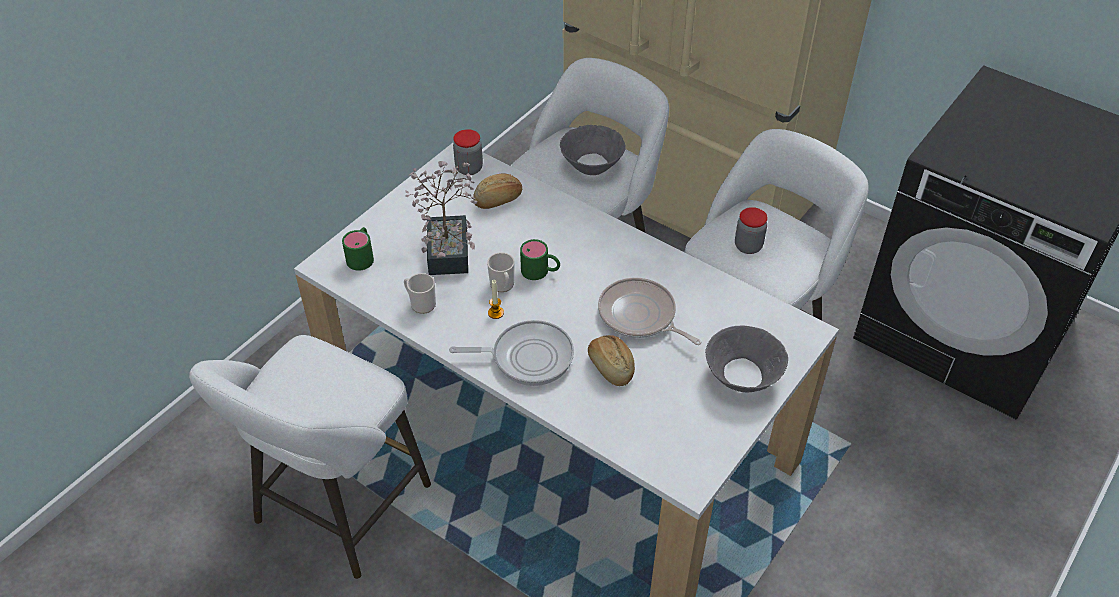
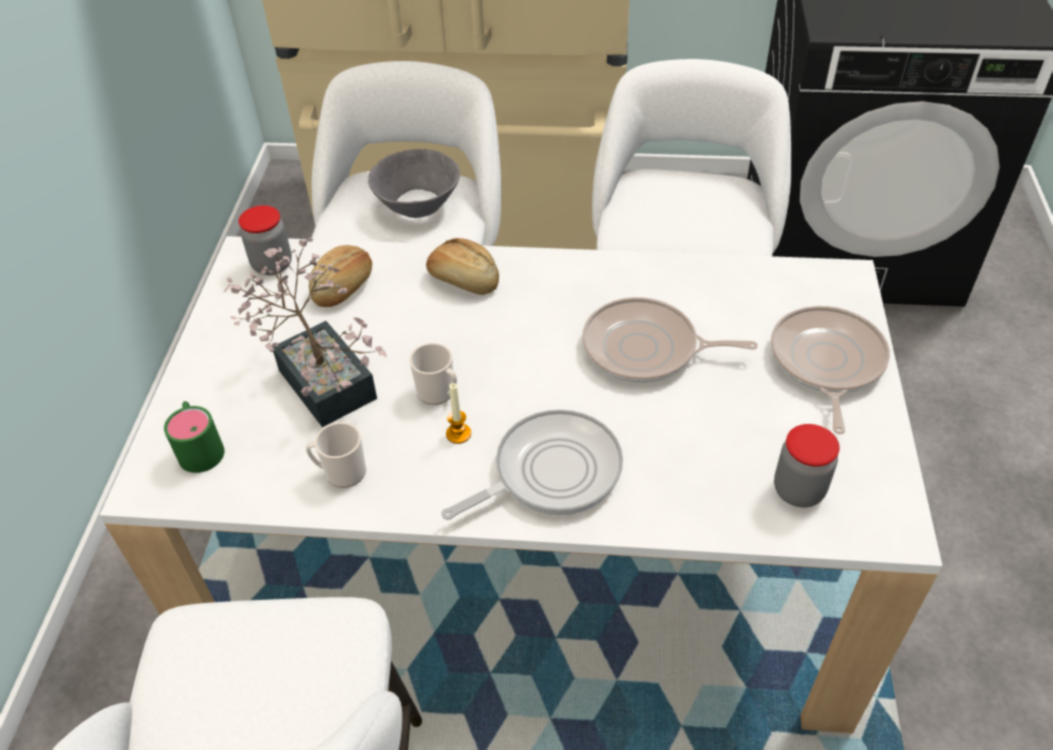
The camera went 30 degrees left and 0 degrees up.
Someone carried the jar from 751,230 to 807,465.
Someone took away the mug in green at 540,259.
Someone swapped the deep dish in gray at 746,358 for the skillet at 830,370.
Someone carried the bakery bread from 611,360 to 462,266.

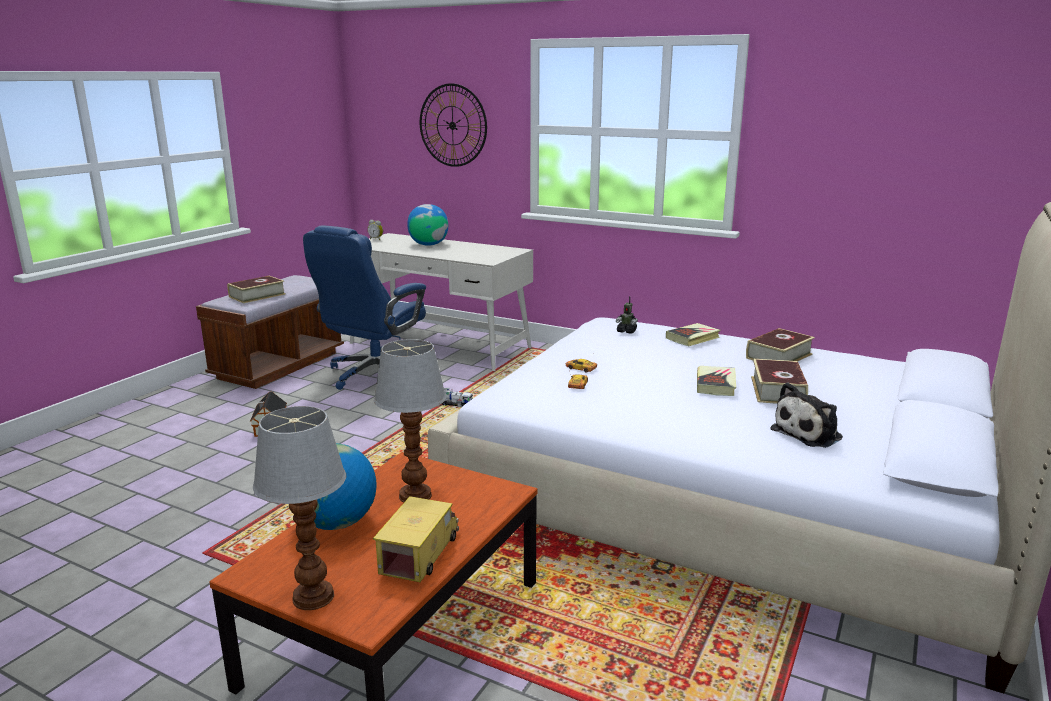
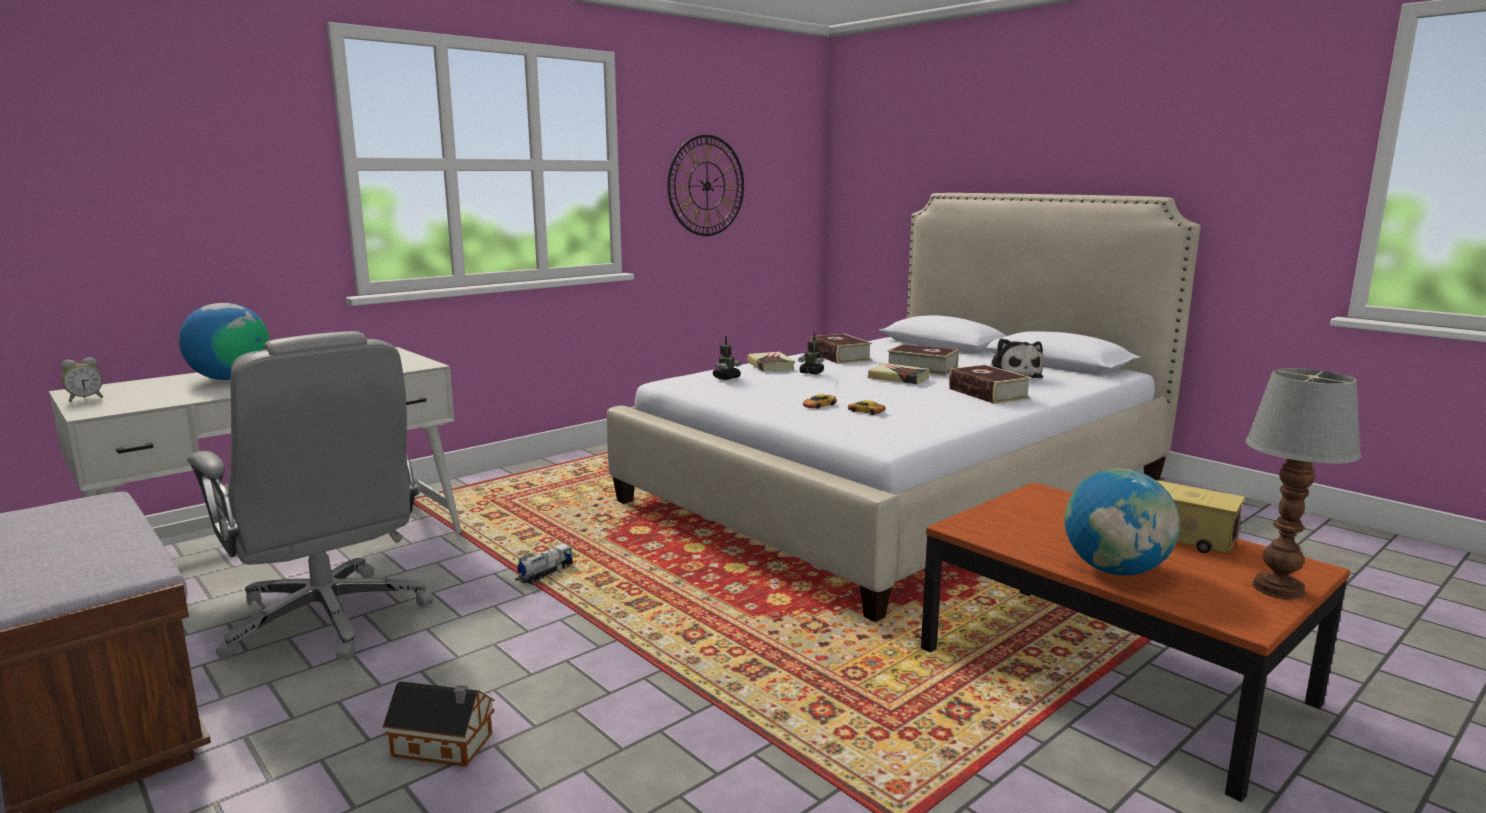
The camera went 70 degrees left and 5 degrees down.
Someone carried the wall clock from 453,125 to 705,185.
Someone repainted the computer chair in blue-coloured at 364,308, which became the computer chair in gray at 310,495.
Someone carried the bound book from 256,289 to 990,384.
Someone took away the tabletop lamp at 410,421.
Someone put down the robot figure at 811,353.

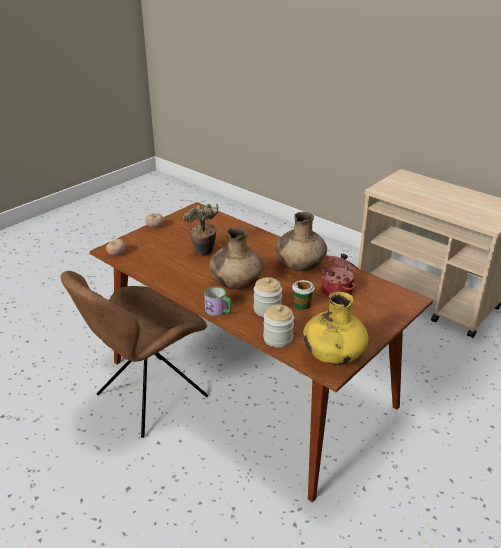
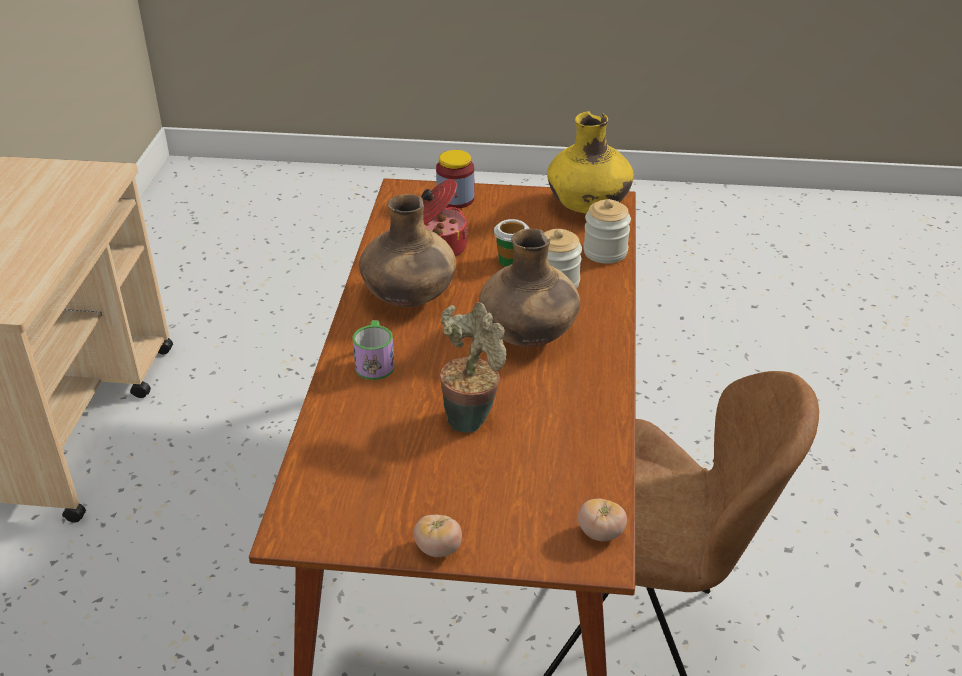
The camera went 125 degrees left and 5 degrees up.
Someone carried the mug from 218,301 to 374,350.
Someone put down the jar at 455,179.

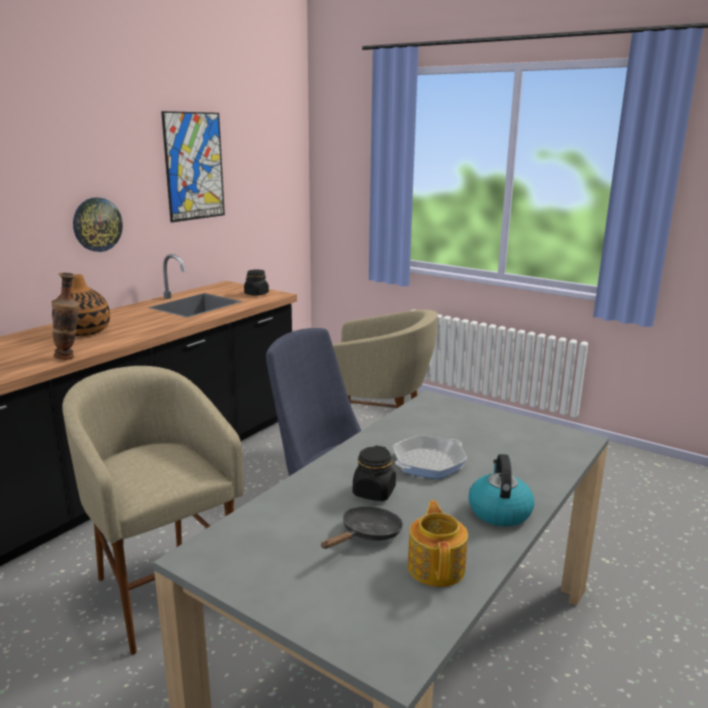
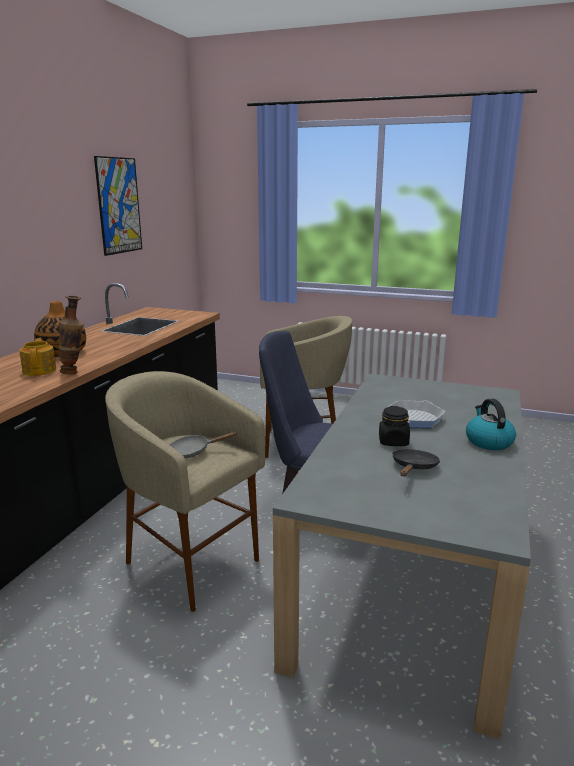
The camera went 15 degrees left and 0 degrees up.
Someone took away the wall clock at 98,224.
Someone took away the jar in black at 256,283.
Someone carried the pot for tea from 438,543 to 37,357.
Someone put down the skillet in gray at 204,445.

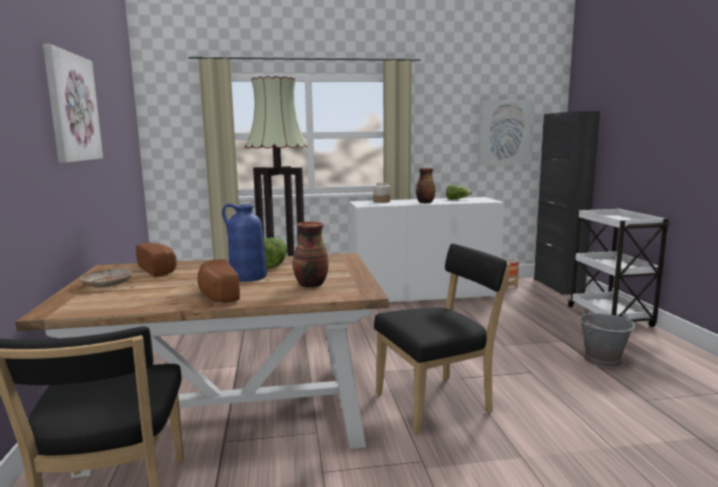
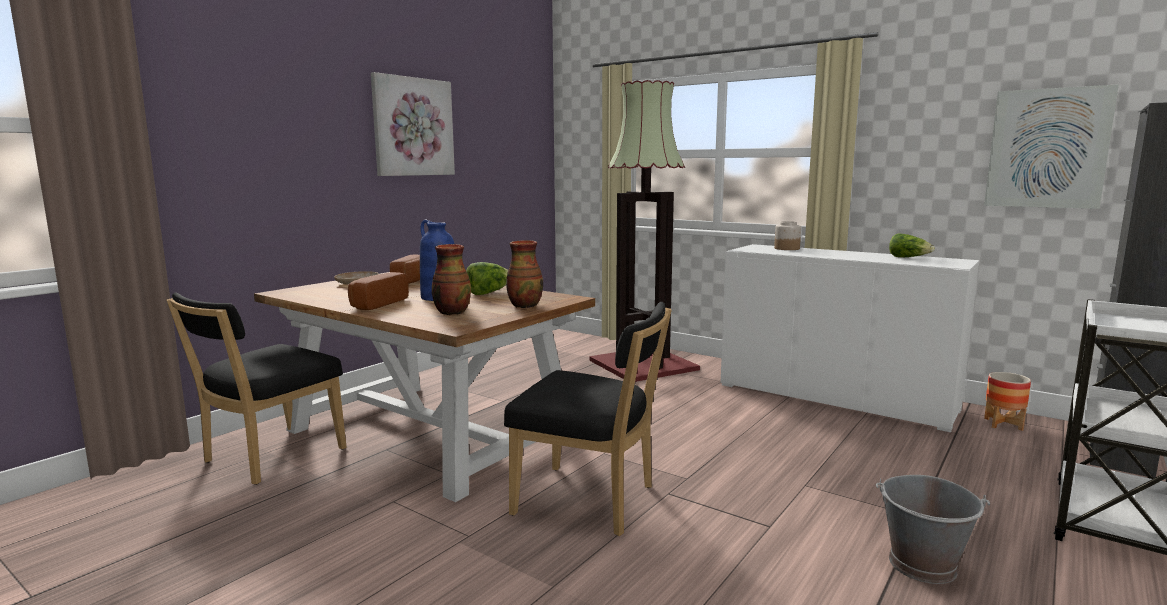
The camera went 45 degrees right and 0 degrees up.
Someone carried the vase from 426,186 to 524,274.

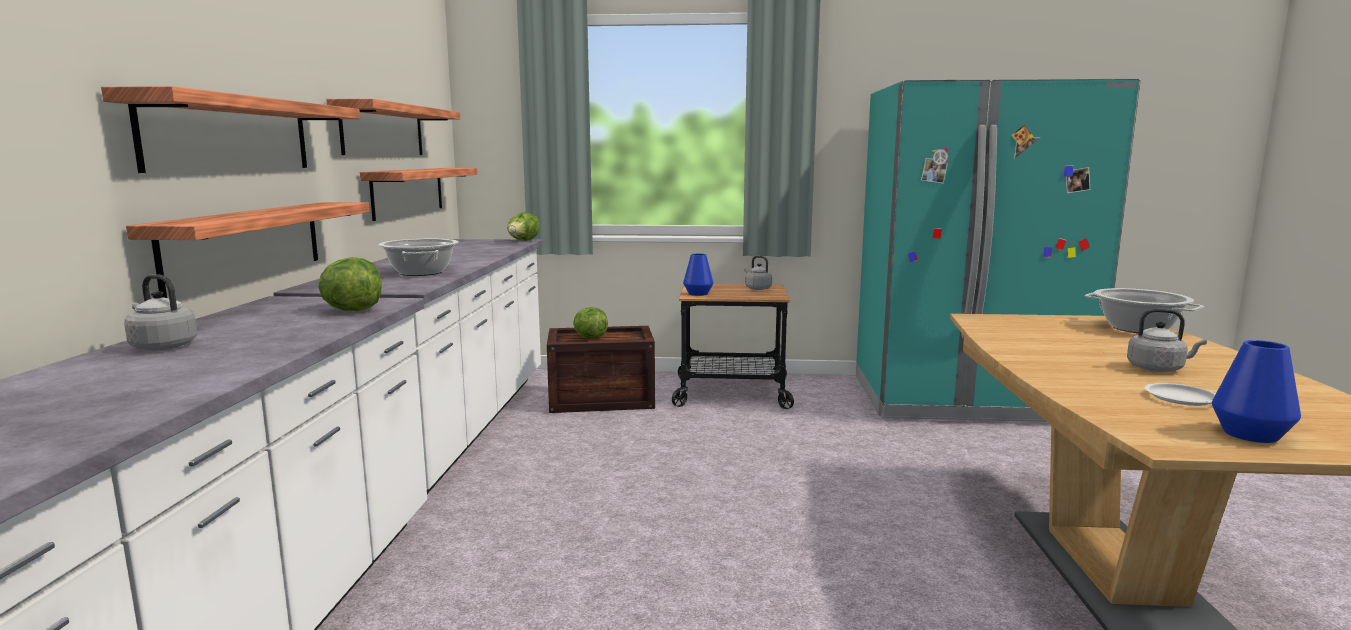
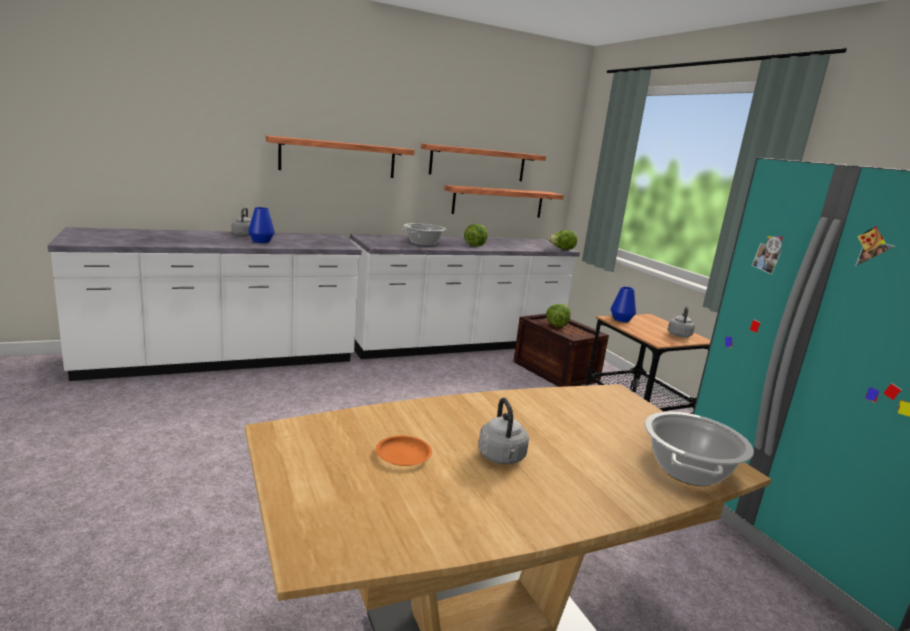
The camera went 60 degrees right and 5 degrees up.
Someone took away the bracket shelf at 248,250.
Someone carried the head of lettuce from 350,284 to 476,235.
Someone carried the vase in blue-coloured from 1256,391 to 261,225.
Someone repainted the flat dish in white-coloured at 1180,394, which became the flat dish in orange-coloured at 404,451.

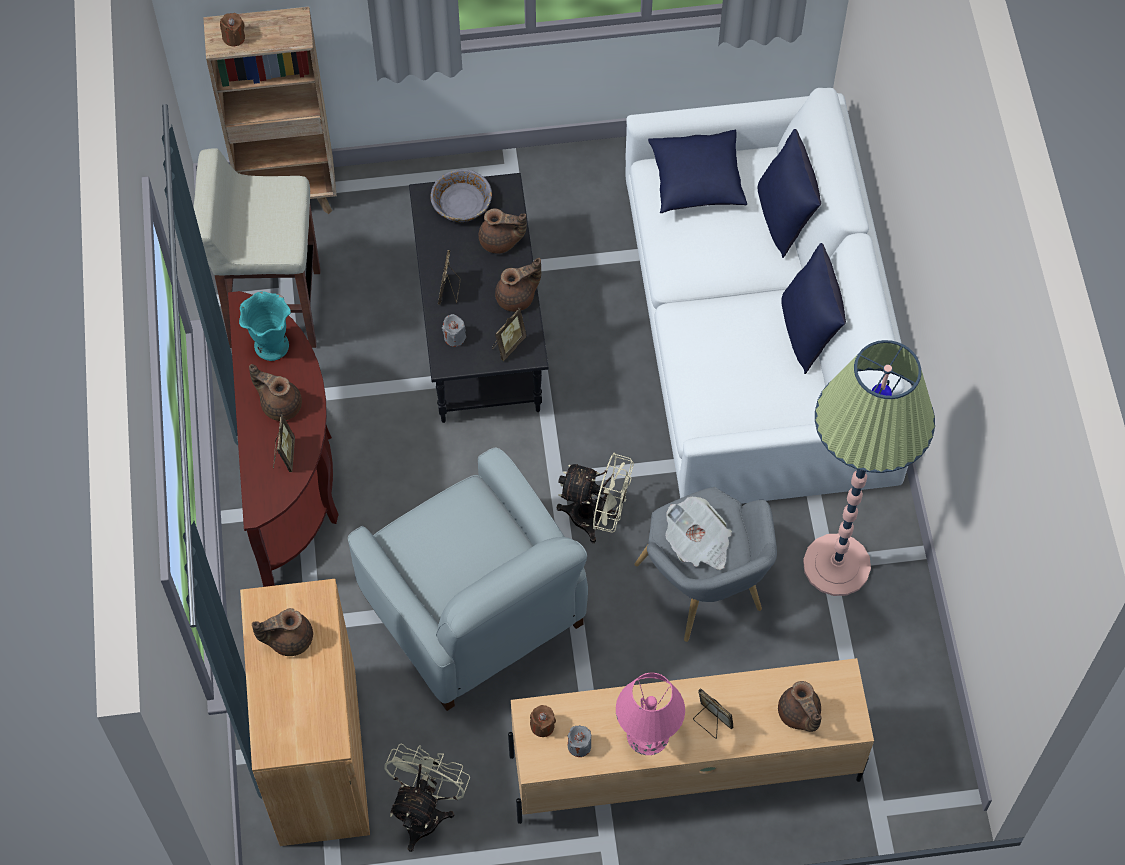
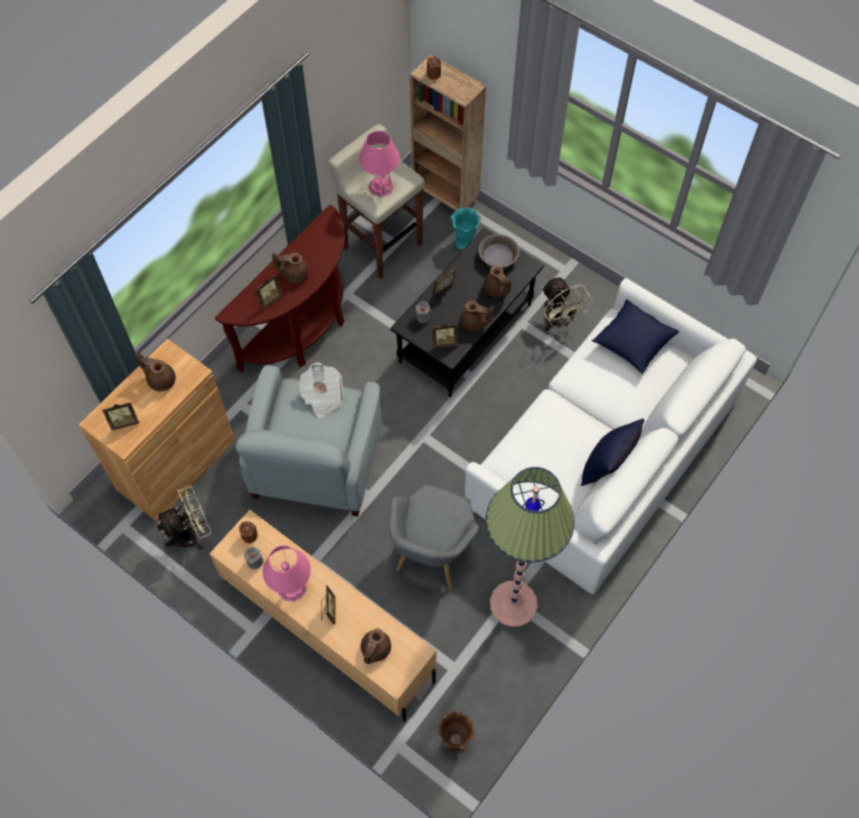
The camera went 45 degrees right and 0 degrees up.
Someone took away the pillow in blue-coloured at 789,193.
Someone carried the vase in turquoise-coloured from 265,326 to 466,229.
Someone rotated the pot for tea in brown-coloured at 275,392 by 75 degrees counterclockwise.
Someone carried the fan in beige-coloured from 595,498 to 567,304.
Someone carried the daily paper from 698,533 to 321,390.
Someone put down the tabletop lamp in pinkish at 379,164.
Someone put down the photo frame at 120,416.
Someone put down the vase in brown-coloured at 456,732.

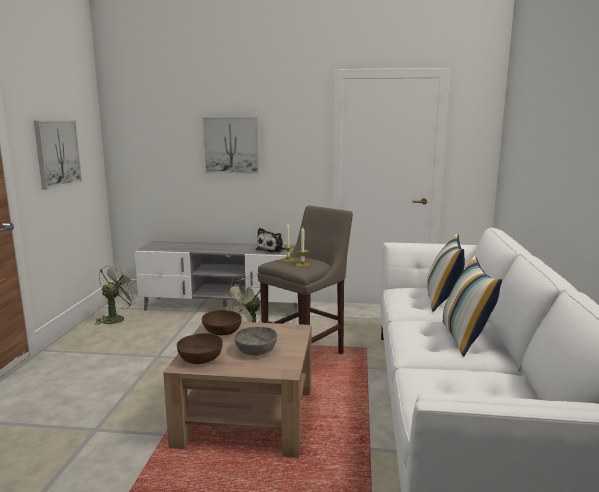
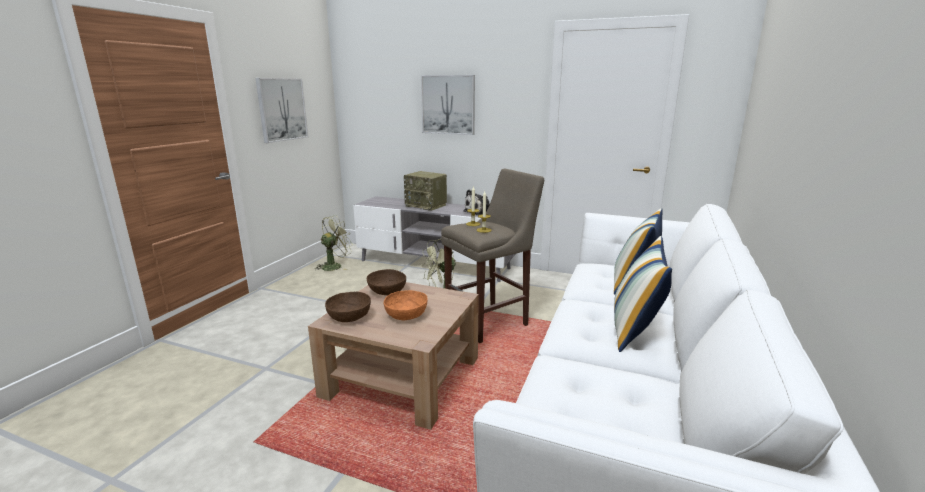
The camera went 15 degrees right and 5 degrees up.
Someone repainted the deep dish in gray at 255,341, which became the deep dish in orange-coloured at 406,305.
Someone put down the radio receiver at 425,191.

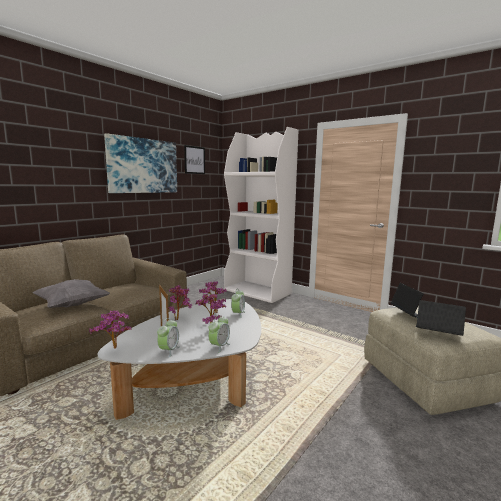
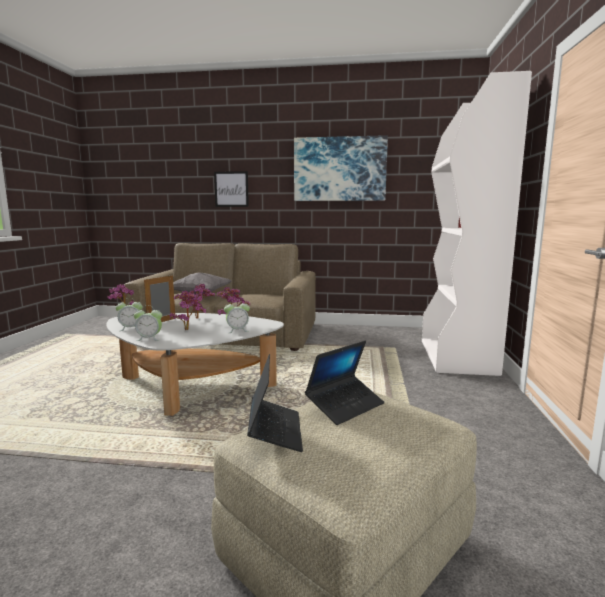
The camera went 60 degrees right and 0 degrees up.
Someone carried the wall art from 194,159 to 231,189.

